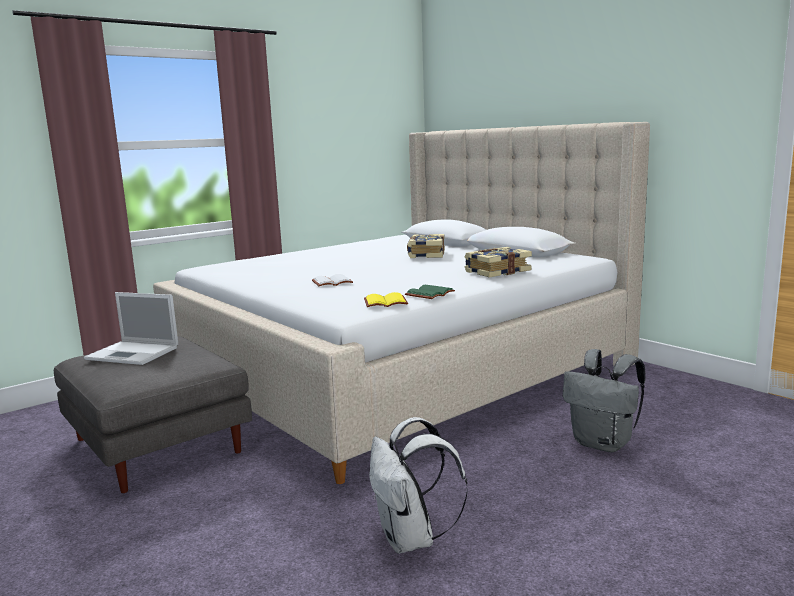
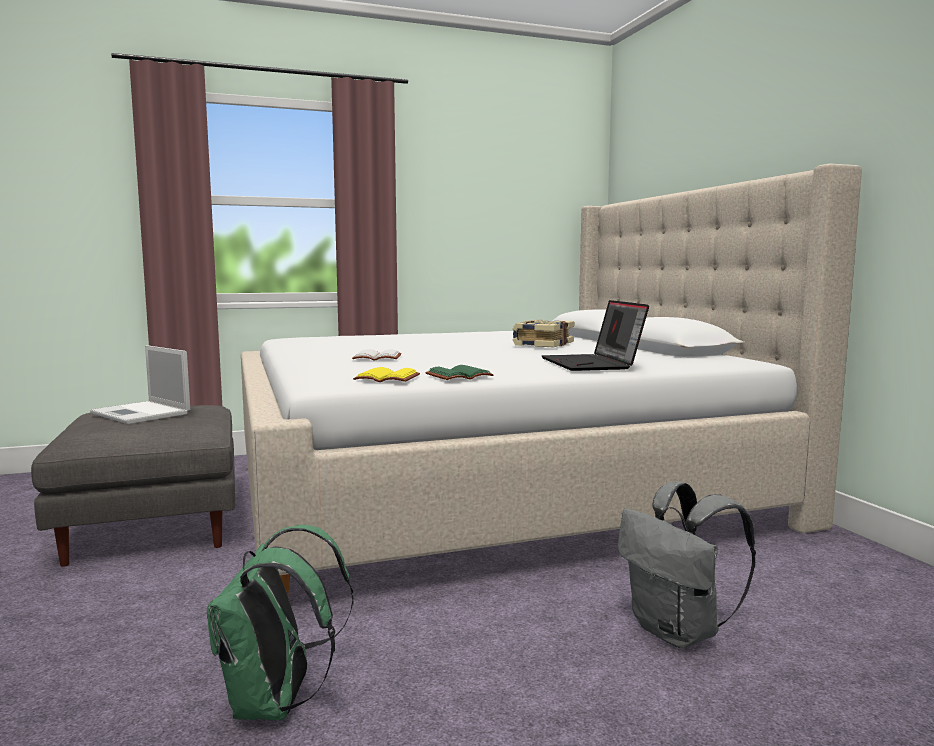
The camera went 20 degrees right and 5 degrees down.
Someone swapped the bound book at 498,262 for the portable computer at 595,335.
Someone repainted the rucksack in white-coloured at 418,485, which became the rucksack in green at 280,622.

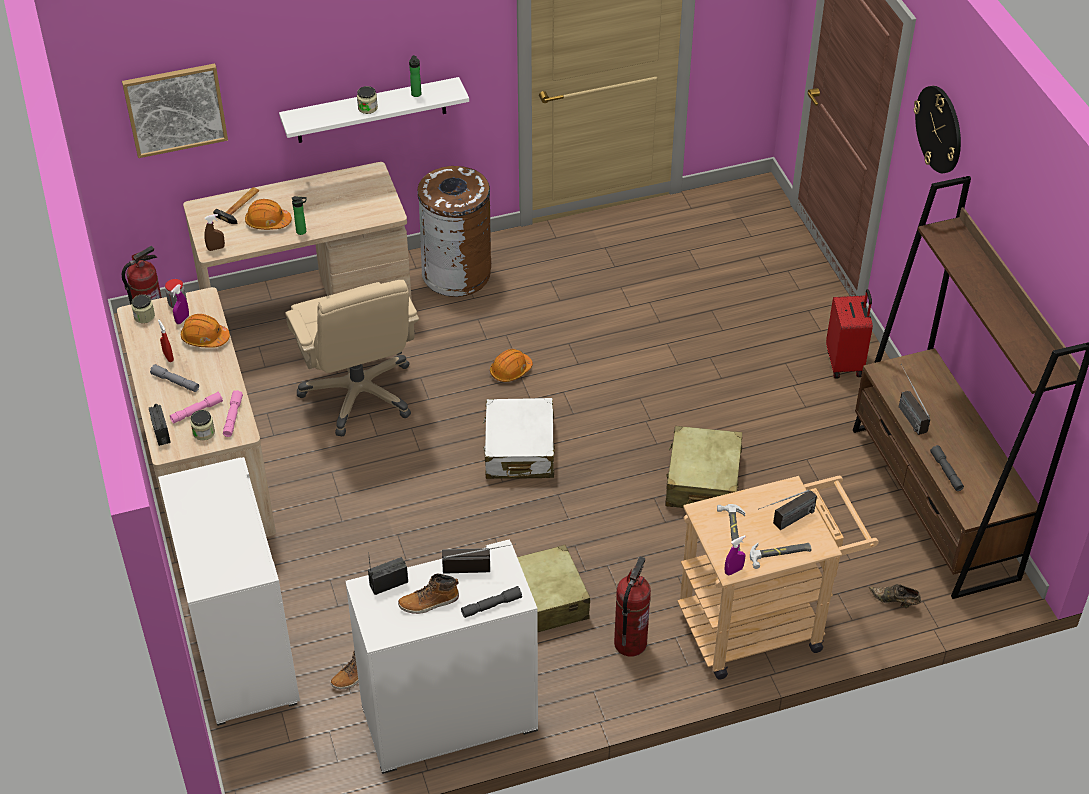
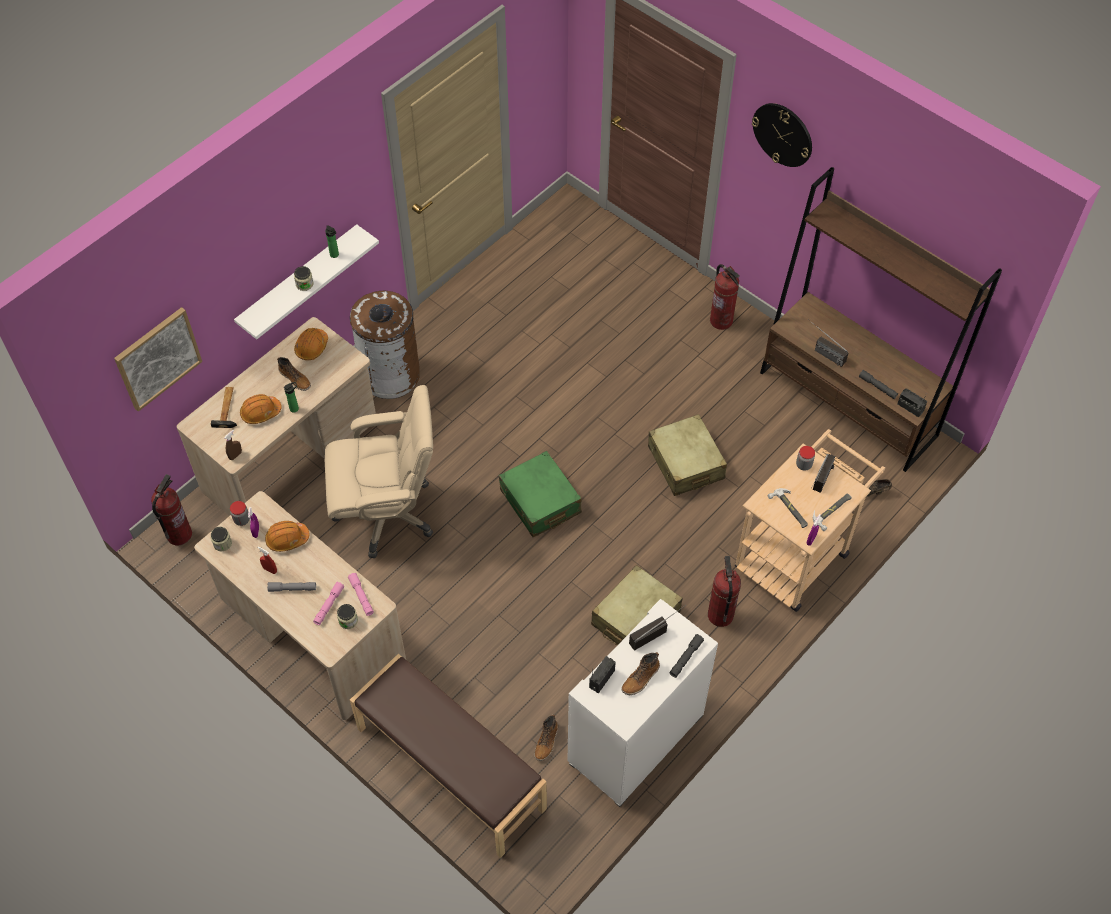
The camera went 30 degrees left and 10 degrees up.
Someone rotated the computer chair in beige-coloured at 352,358 by 45 degrees counterclockwise.
Someone swapped the piece of luggage in red at 849,334 for the fire-fighting cylinder at 725,297.
Someone carried the hard hat in orange-coloured from 511,365 to 311,344.
Someone repainted the piece of luggage in white-coloured at 519,438, which became the piece of luggage in green at 540,494.
Someone carried the radio receiver from 160,425 to 912,402.
Someone swapped the cupboard in white-coloured at 229,591 for the long seat in brown-coloured at 448,756.
Someone put down the tall boot at 294,374.
Someone put down the jar at 805,458.

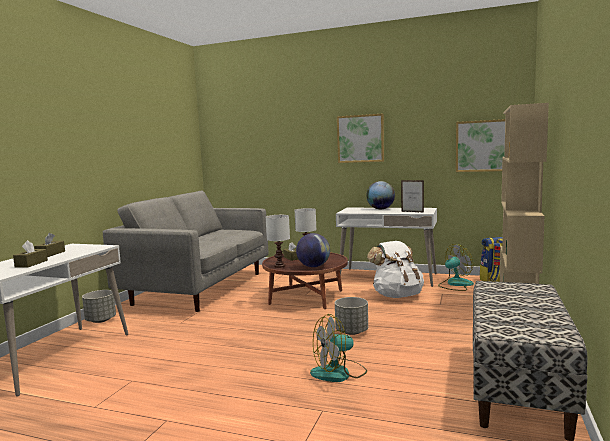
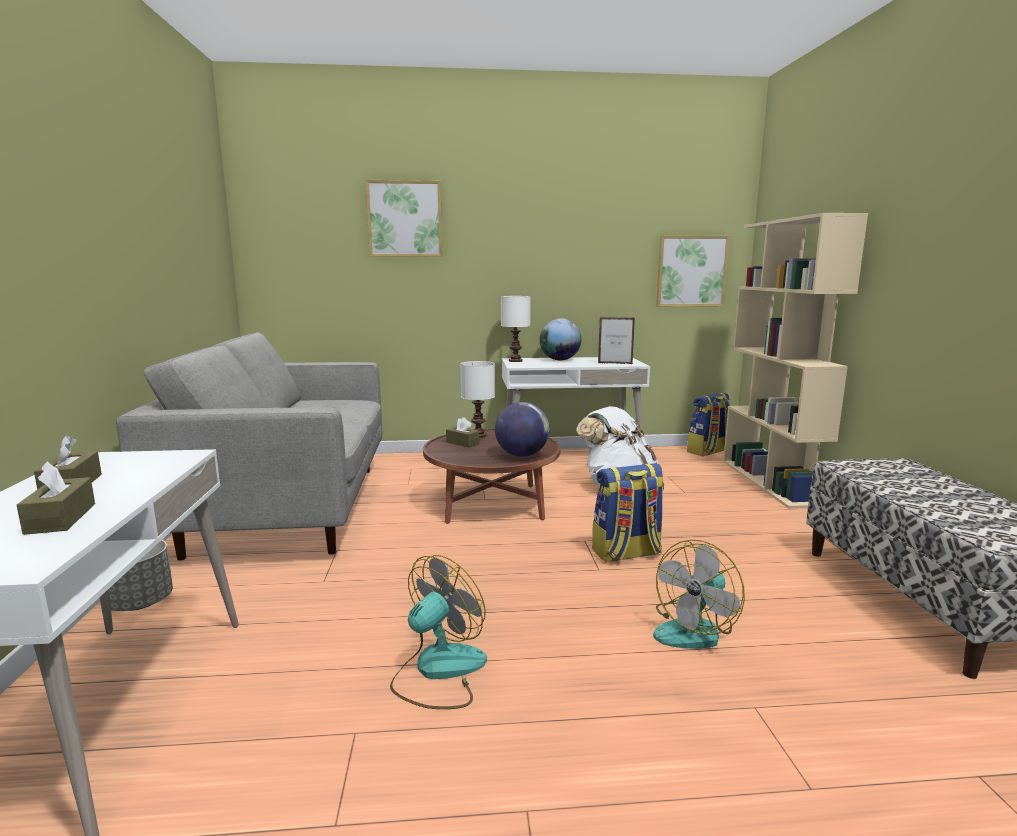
The camera went 25 degrees left and 5 degrees up.
Someone carried the wall art from 360,138 to 404,218.
Someone carried the tabletop lamp in white-coloured from 278,241 to 516,329.
Someone carried the fan from 456,267 to 438,632.
Someone swapped the plant pot in gray at 351,316 for the rucksack at 628,513.

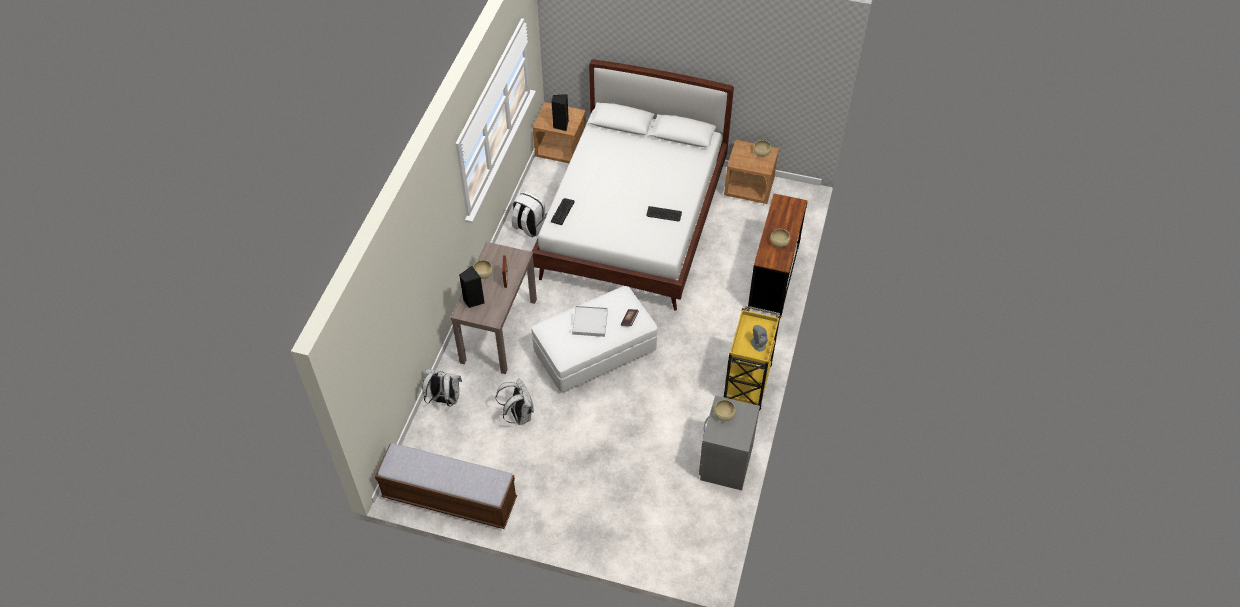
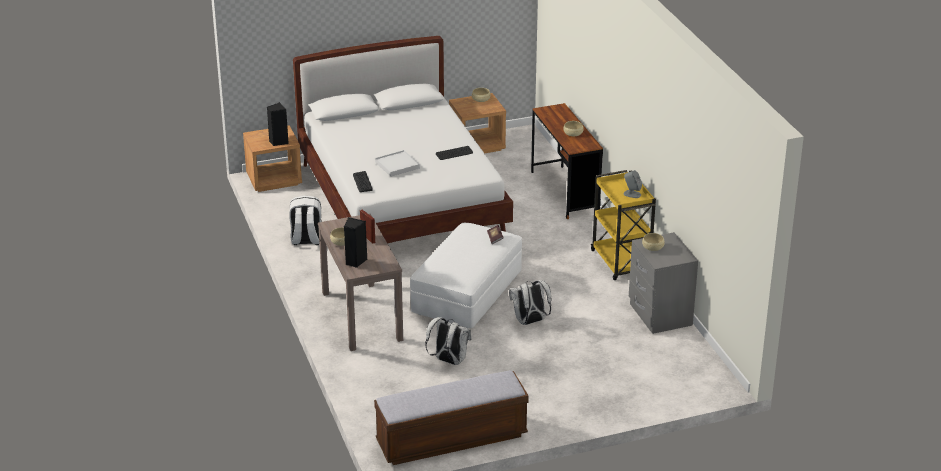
The camera went 35 degrees left and 20 degrees down.
Someone carried the serving tray in white-coloured from 590,321 to 397,163.
Someone carried the rucksack in white-coloured from 442,388 to 530,302.

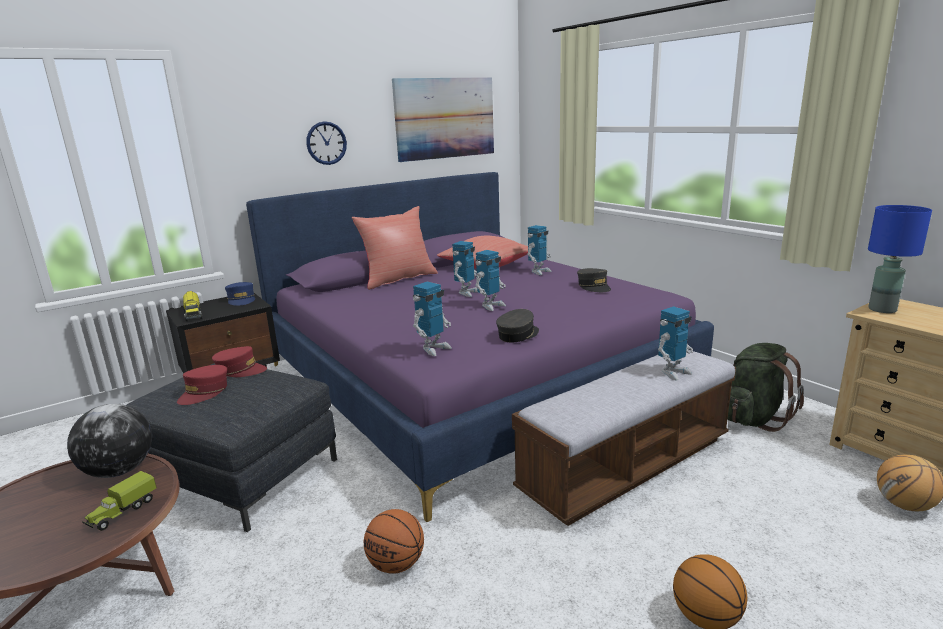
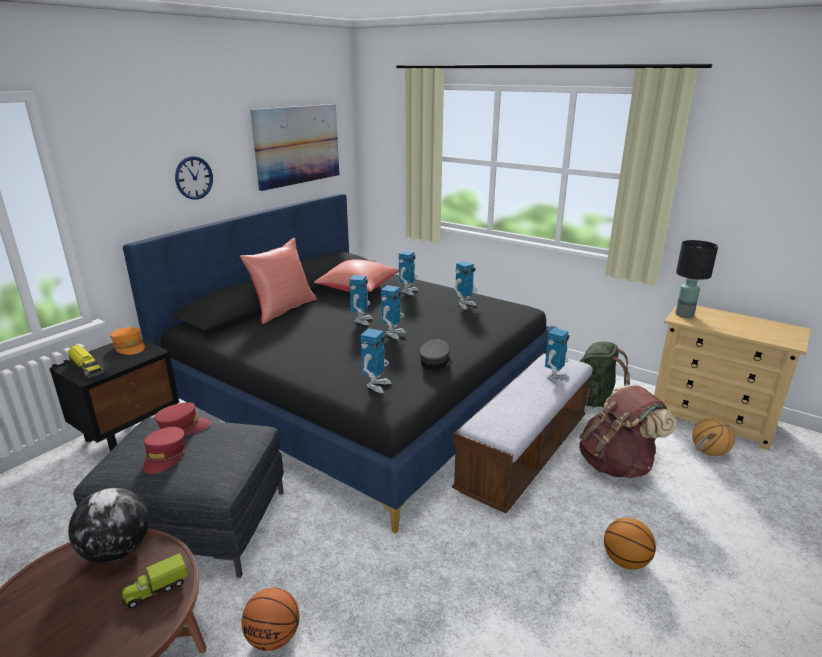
The camera went 20 degrees left and 5 degrees up.
Someone repainted the sleeping bed in purple-coloured at 480,347, which became the sleeping bed in black at 340,363.
Someone repainted the tabletop lamp in blue-coloured at 900,259, which became the tabletop lamp in black at 697,279.
Someone swapped the baseball cap in gray at 594,280 for the robot figure at 466,285.
Someone repainted the baseball cap in blue-coloured at 240,294, which became the baseball cap in orange-coloured at 127,341.
Someone rotated the model truck at 119,501 by 45 degrees clockwise.
Someone carried the ball for basketball from 394,541 to 270,619.
Someone put down the rucksack in brown-coloured at 628,432.

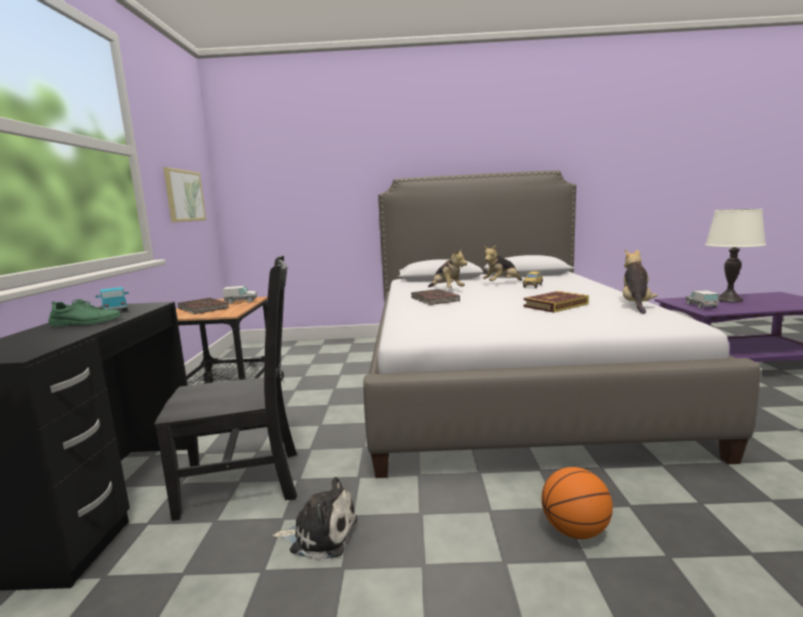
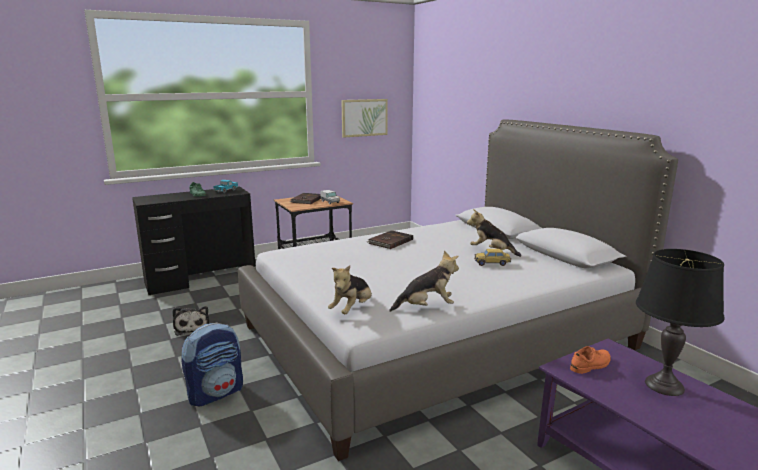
The camera went 60 degrees right and 5 degrees up.
Someone repainted the tabletop lamp in white-coloured at 735,255, which became the tabletop lamp in black at 680,322.
Someone carried the soft toy from 447,268 to 350,289.
Someone took away the plain chair in black at 225,388.
Someone swapped the model truck at 702,299 for the item of footwear in orange-coloured at 590,360.
Someone took away the bound book at 556,302.
Someone swapped the ball for basketball at 577,503 for the rucksack at 212,364.

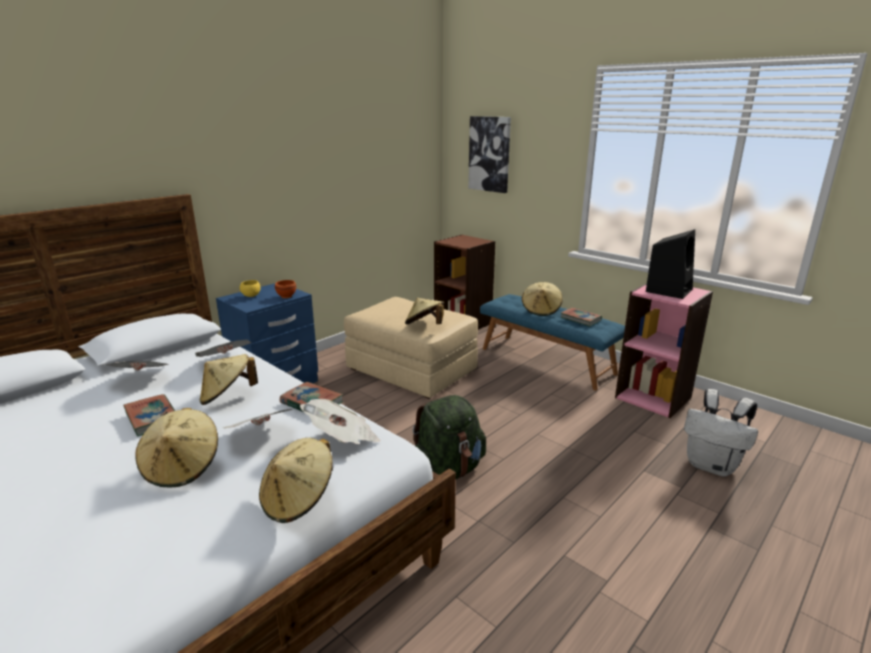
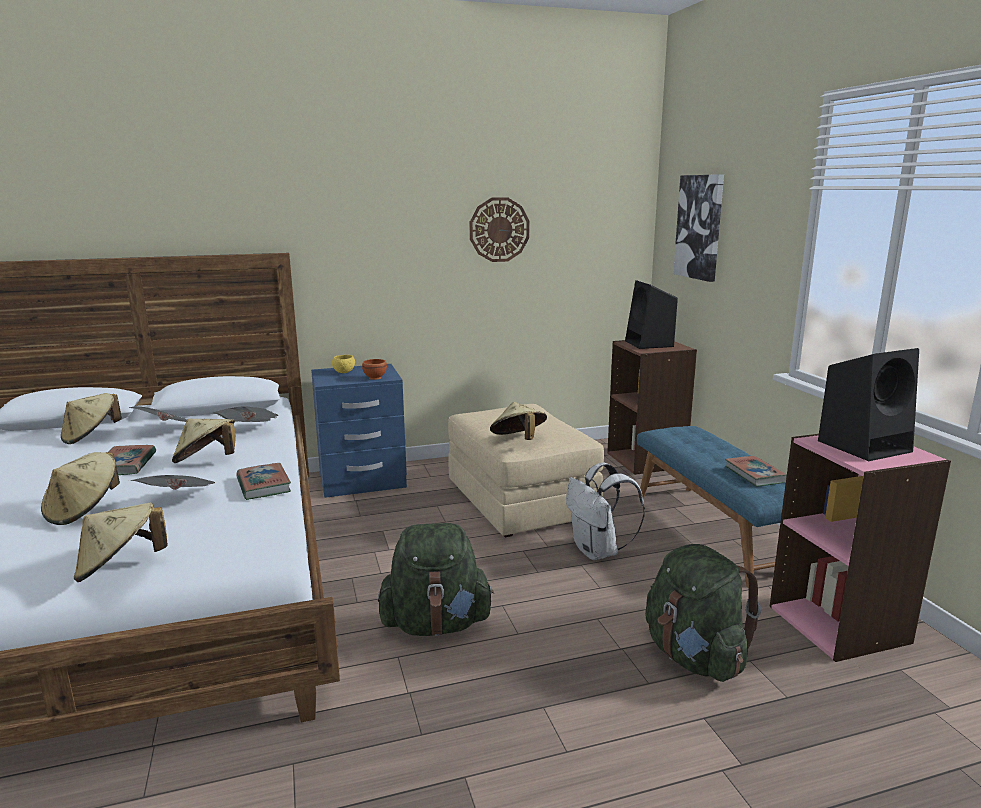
The camera went 30 degrees right and 5 degrees down.
Someone carried the hat in beige-coloured from 542,299 to 91,418.
Someone carried the rucksack in white-coloured from 721,433 to 605,511.
Someone took away the daily paper at 340,421.
Someone put up the wall clock at 499,229.
Someone put down the speaker in black at 651,314.
Someone put down the rucksack in green at 703,613.

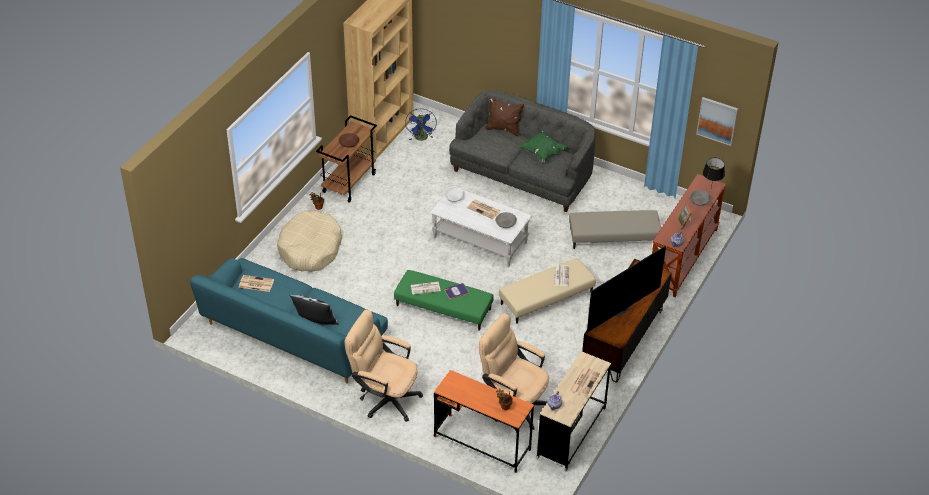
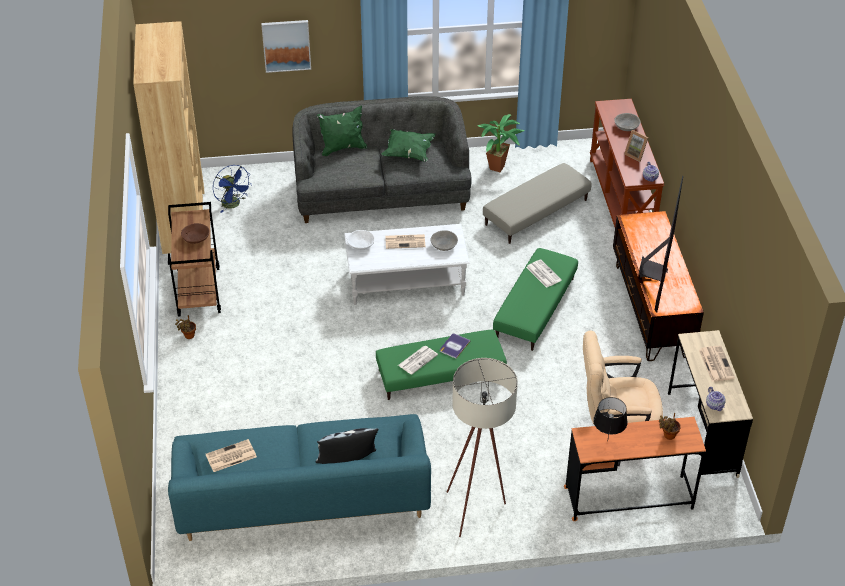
The camera went 35 degrees left and 0 degrees up.
Someone repainted the pillow in brown-coloured at 504,117, which became the pillow in green at 342,131.
Someone carried the wall art from 717,121 to 286,46.
Someone carried the tabletop lamp in black from 714,173 to 610,419.
Someone took away the dog bed in beige-coloured at 309,241.
Someone repainted the footrest in beige-coloured at 547,291, which became the footrest in green at 535,299.
Someone swapped the computer chair in beige-coloured at 384,366 for the standing lamp in beige-coloured at 482,447.
Someone put down the houseplant at 501,143.

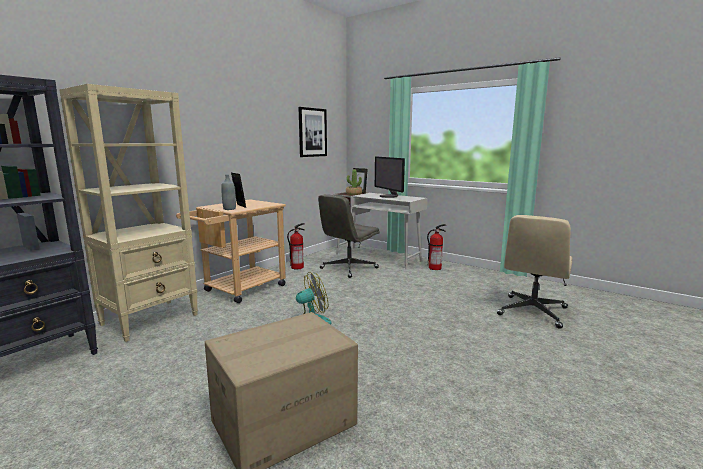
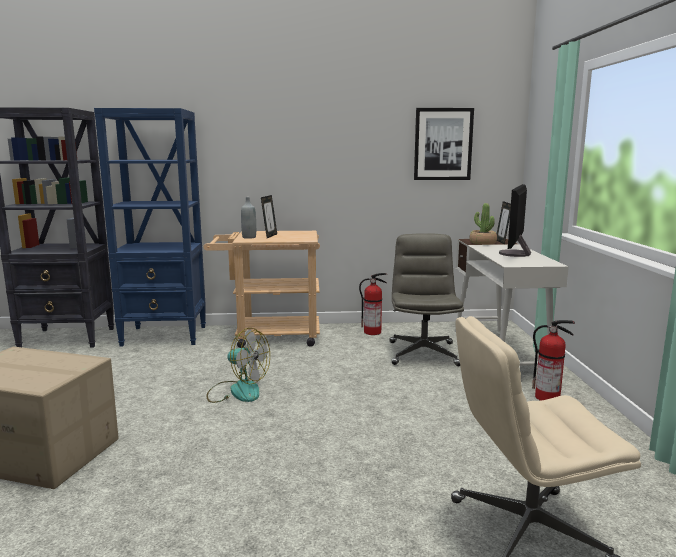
The camera went 50 degrees right and 0 degrees up.
Someone repainted the shelving unit in beige-coloured at 129,213, which became the shelving unit in blue-coloured at 150,227.
Someone rotated the computer chair in gray at 349,236 by 90 degrees clockwise.

